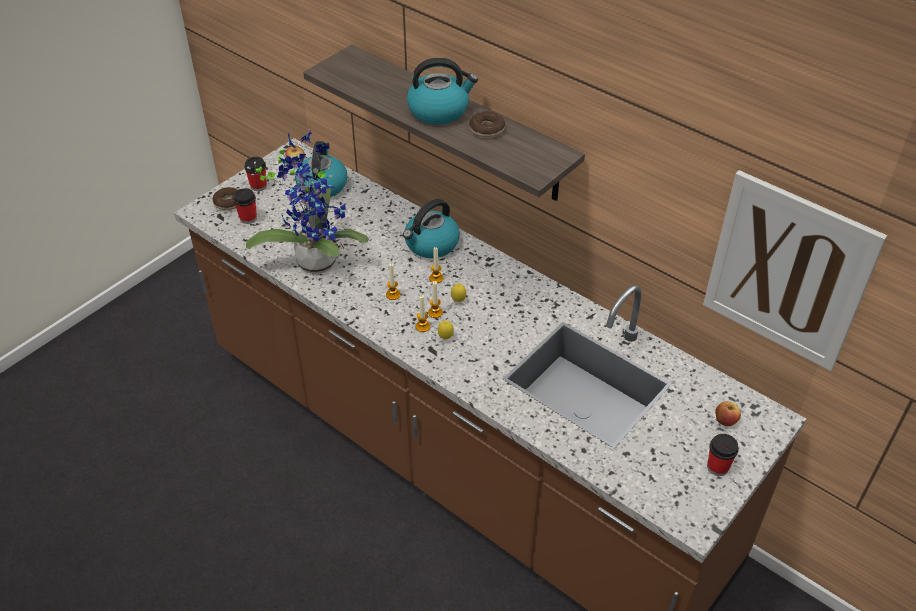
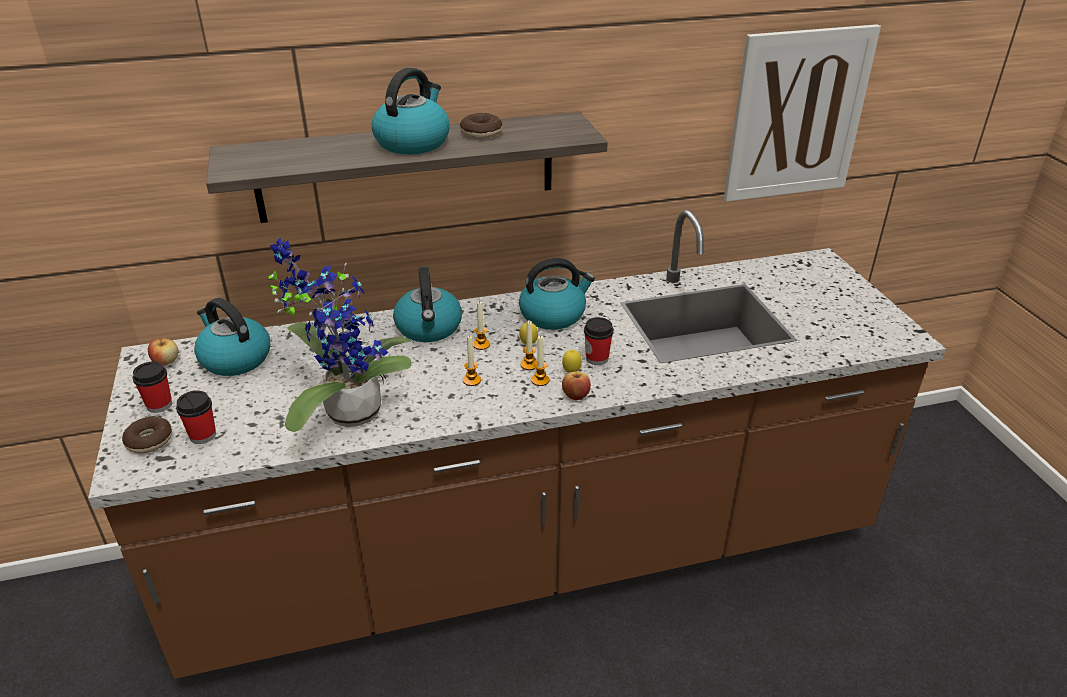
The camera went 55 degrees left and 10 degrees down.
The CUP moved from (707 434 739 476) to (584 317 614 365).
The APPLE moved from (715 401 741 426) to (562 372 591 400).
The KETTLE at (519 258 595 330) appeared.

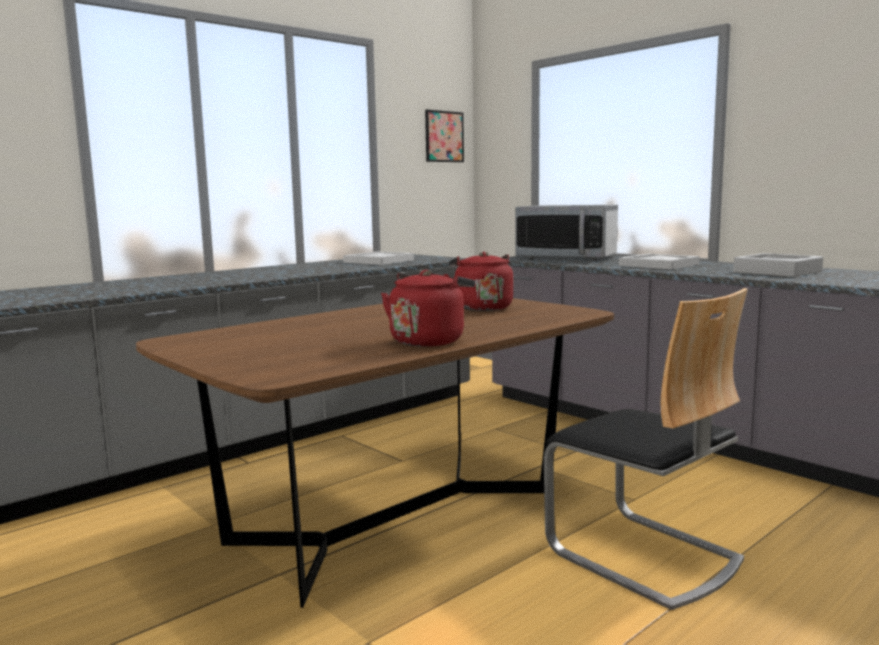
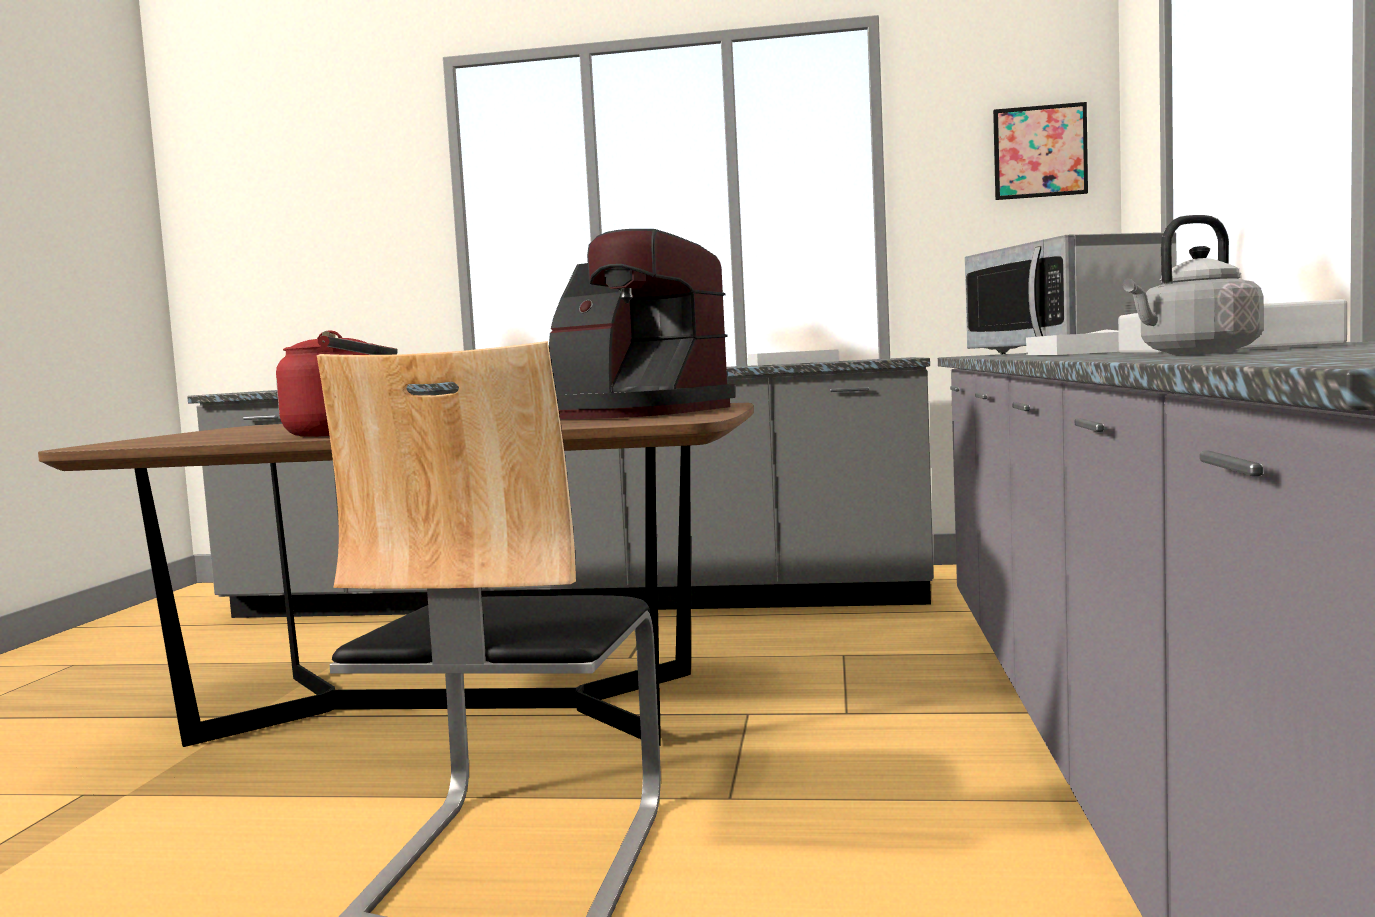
The camera went 50 degrees right and 5 degrees down.
The RED KETTLE at (443 252 513 311) was replaced by the COFFEE MACHINE at (549 229 735 419).
The GREY KETTLE at (1123 215 1263 355) appeared.

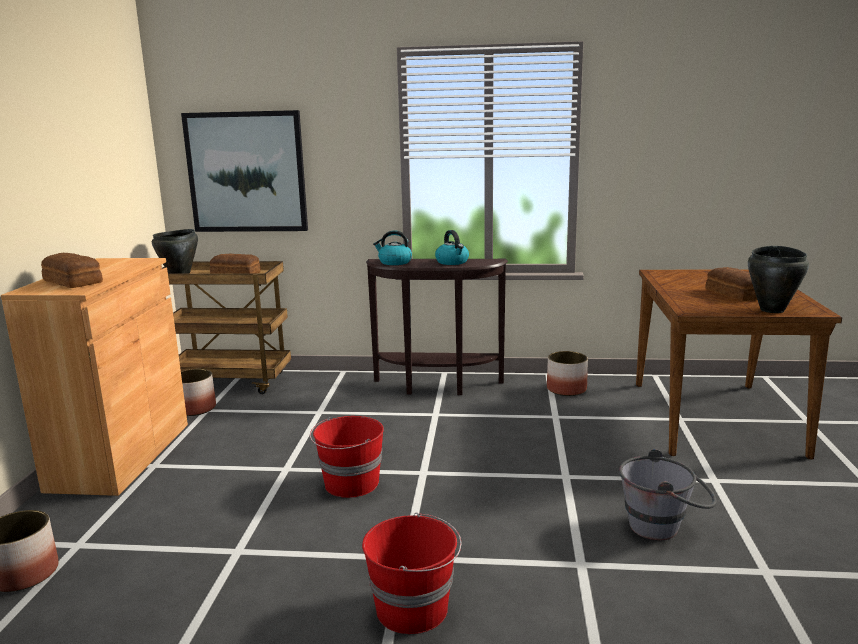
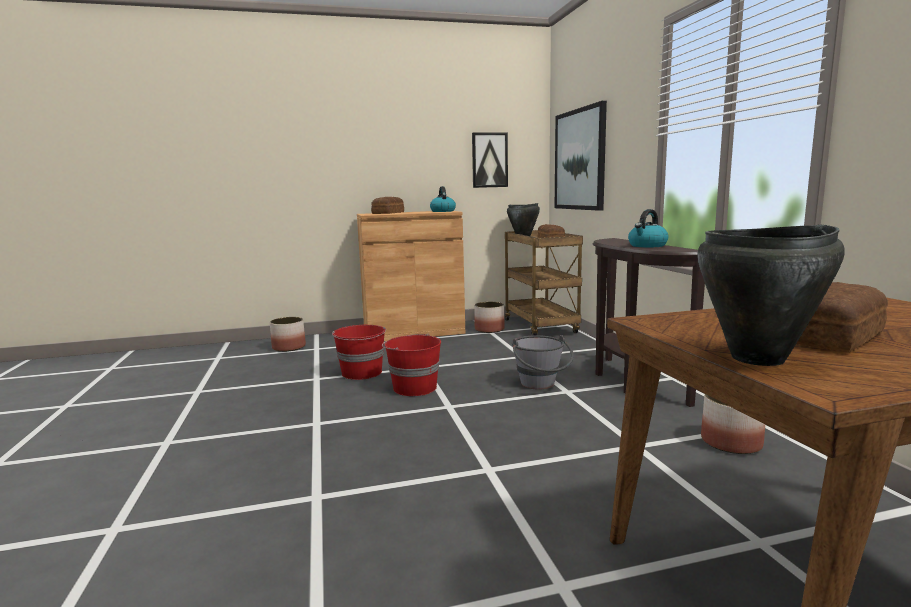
The camera went 70 degrees right and 5 degrees down.
The RED BUCKET moved from (362 513 461 634) to (332 325 386 380).
The KETTLE moved from (373 231 412 265) to (430 186 456 212).
The GREY BUCKET moved from (619 449 717 540) to (512 335 574 389).
The PICTURE at (472 133 508 188) appeared.

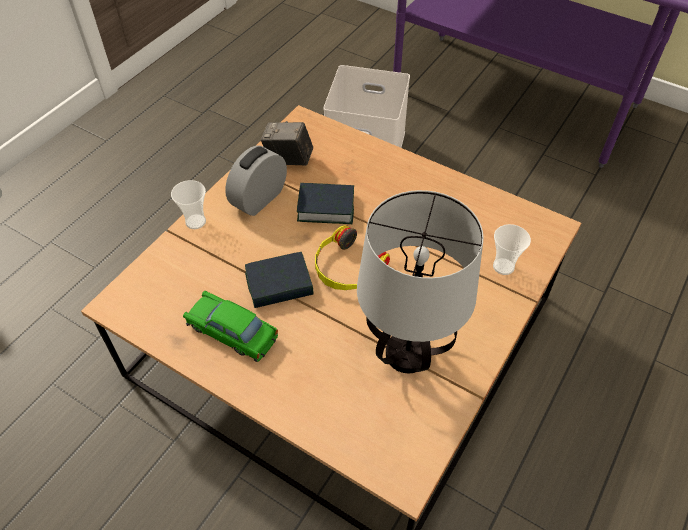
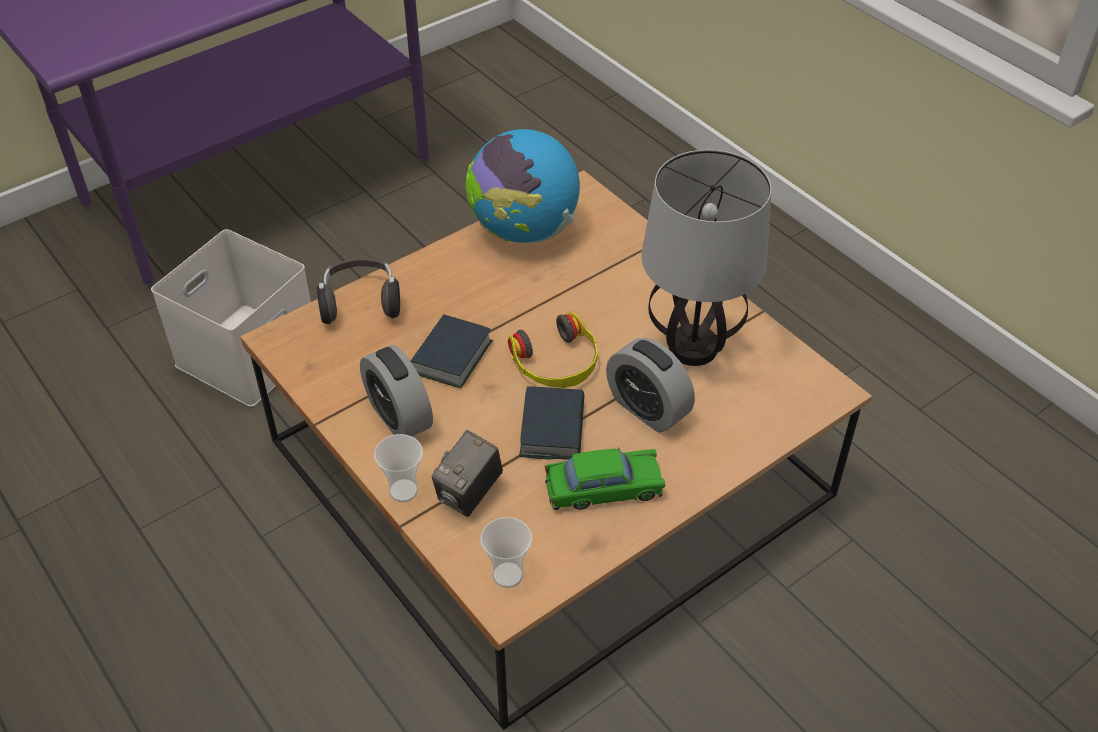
The camera went 70 degrees left and 5 degrees down.
The GREEN TOY CAR at (183 291 278 362) turned 150 degrees counterclockwise.
The PHOTO CAMERA moved from (261 121 313 166) to (432 430 503 517).
The CUP moved from (493 224 531 275) to (480 517 532 588).
The HEADPHONES at (316 258 400 324) appeared.
The GLOBE at (465 129 580 243) appeared.
The ALARM CLOCK at (606 338 695 432) appeared.

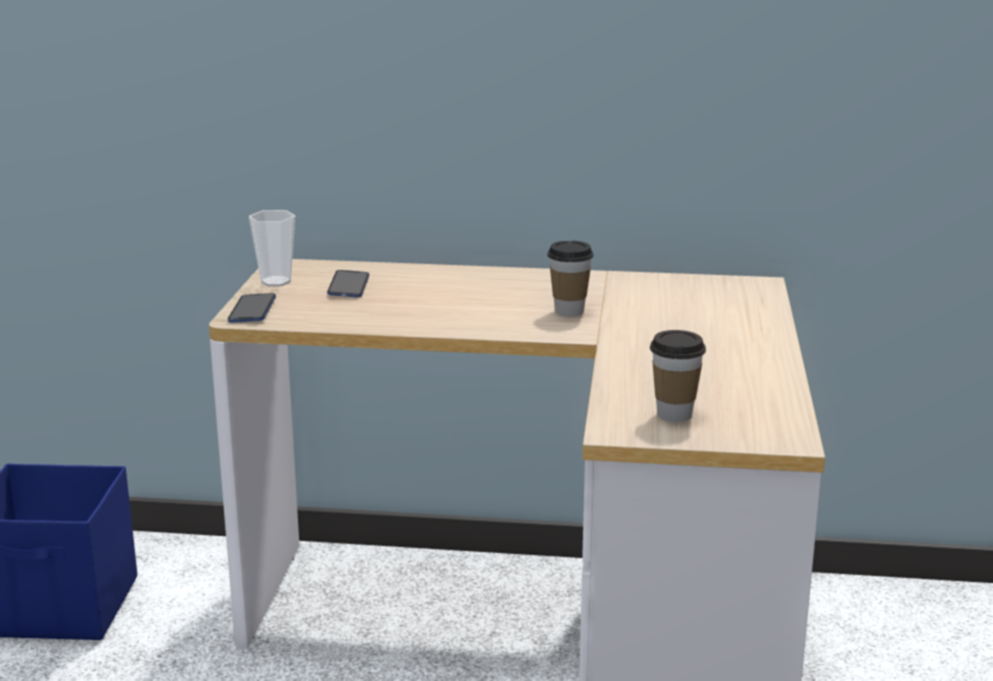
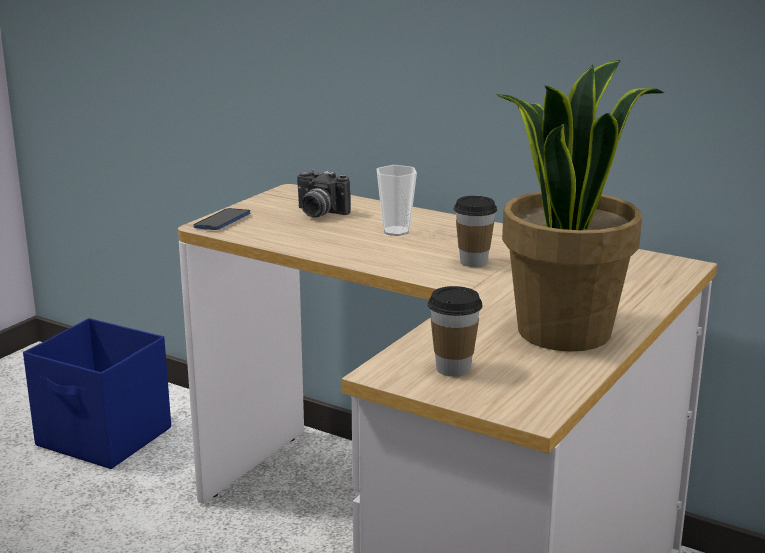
The camera went 25 degrees right and 0 degrees up.
The CUP moved from (249 210 295 286) to (377 165 417 236).
The PHONE at (327 270 369 297) was replaced by the PHOTO CAMERA at (297 169 351 218).
The POTTED PLANT at (495 60 665 352) appeared.

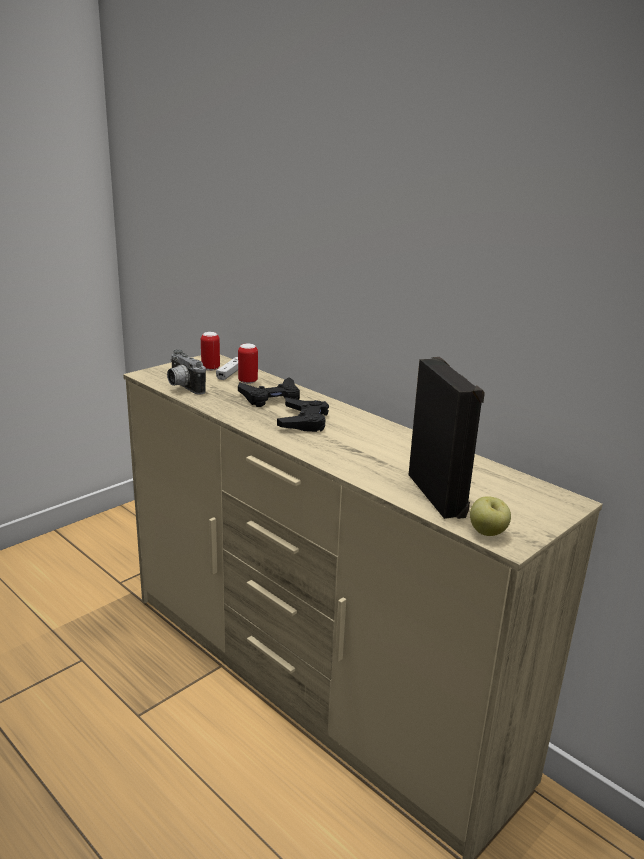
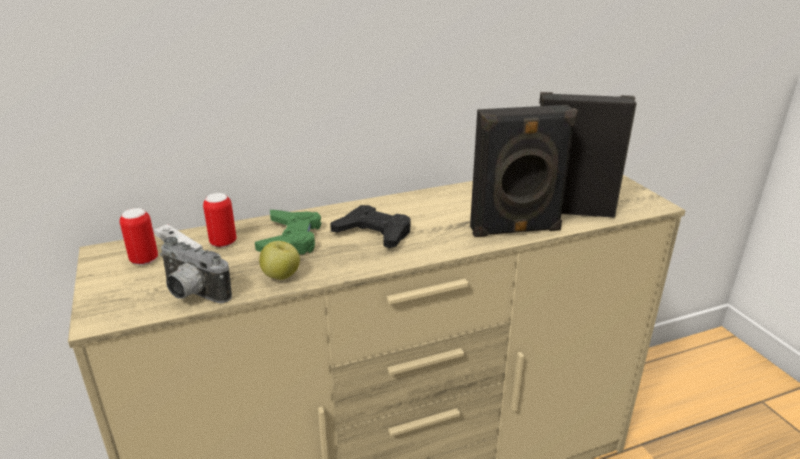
The camera went 65 degrees left and 5 degrees up.
The PHOTO CAMERA at (167 349 206 394) turned 45 degrees clockwise.
The BLACK GAME CONTROLLER at (238 377 300 407) became the GREEN GAME CONTROLLER at (255 210 321 254).
The APPLE moved from (470 496 511 536) to (259 241 300 280).
The BLACK SPEAKER at (470 105 578 237) appeared.

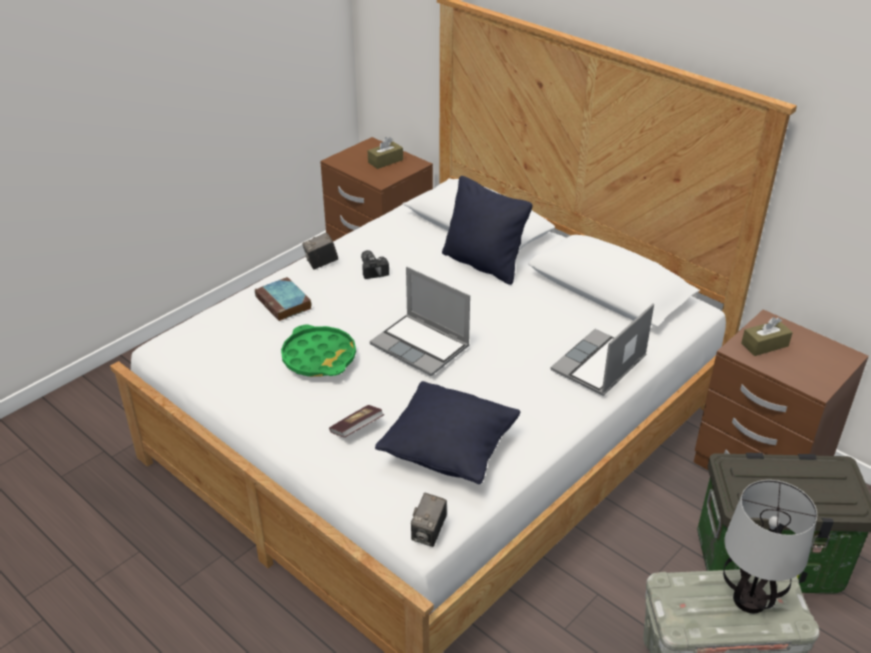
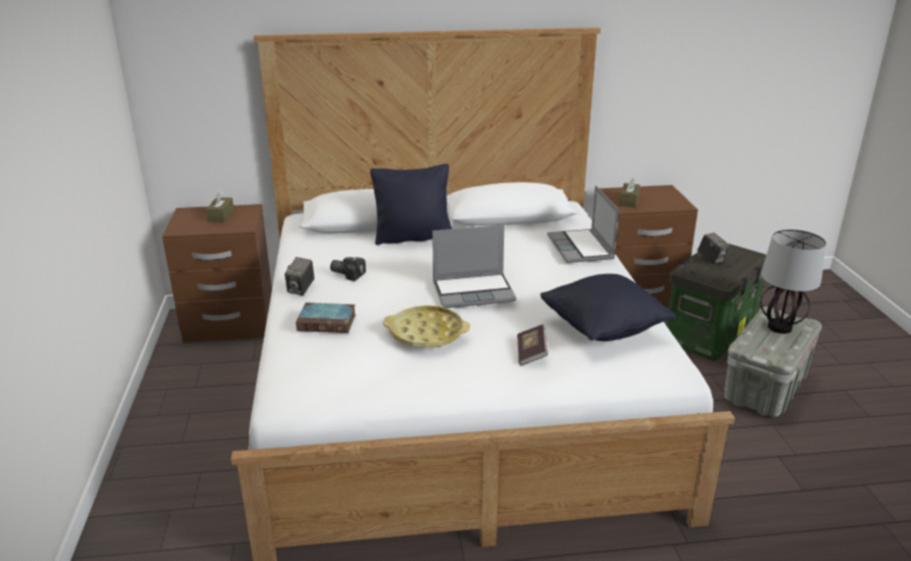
The camera went 50 degrees left and 10 degrees down.
The GREEN TRAY at (281 325 356 377) became the YELLOW TRAY at (383 305 470 348).
The PHOTO CAMERA moved from (411 493 447 547) to (697 233 730 264).

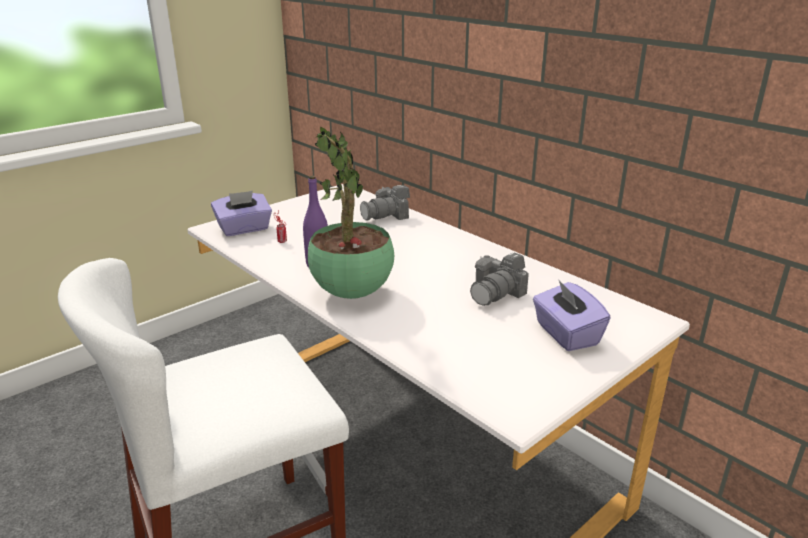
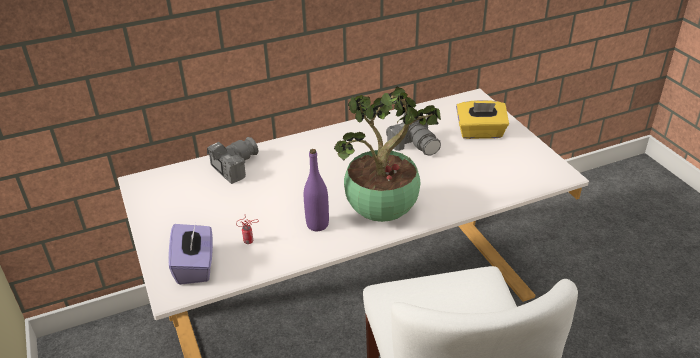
The camera went 70 degrees left and 10 degrees up.
The PHOTO CAMERA at (360 185 410 220) turned 120 degrees counterclockwise.
The PURPLE TISSUE BOX at (533 280 611 351) became the YELLOW TISSUE BOX at (456 100 509 139).

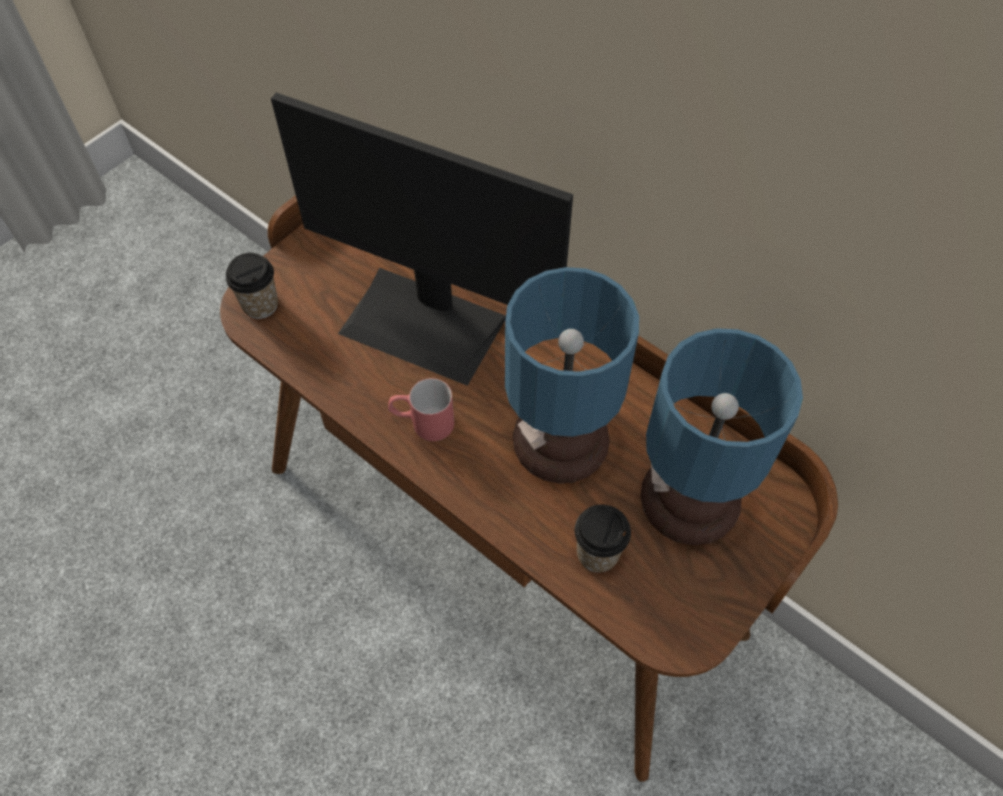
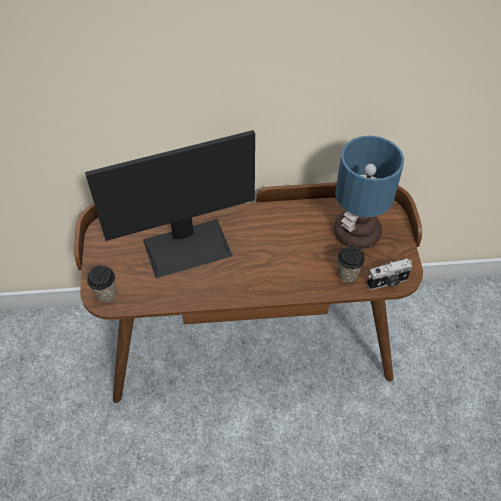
The camera went 45 degrees left and 5 degrees down.
The RED MUG at (388 378 454 441) disappeared.
The TABLE LAMP at (505 267 639 484) disappeared.
The PHOTO CAMERA at (367 259 412 290) appeared.

